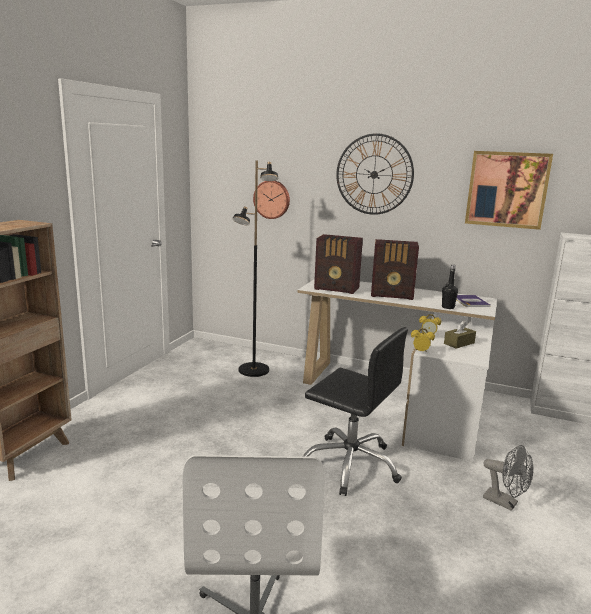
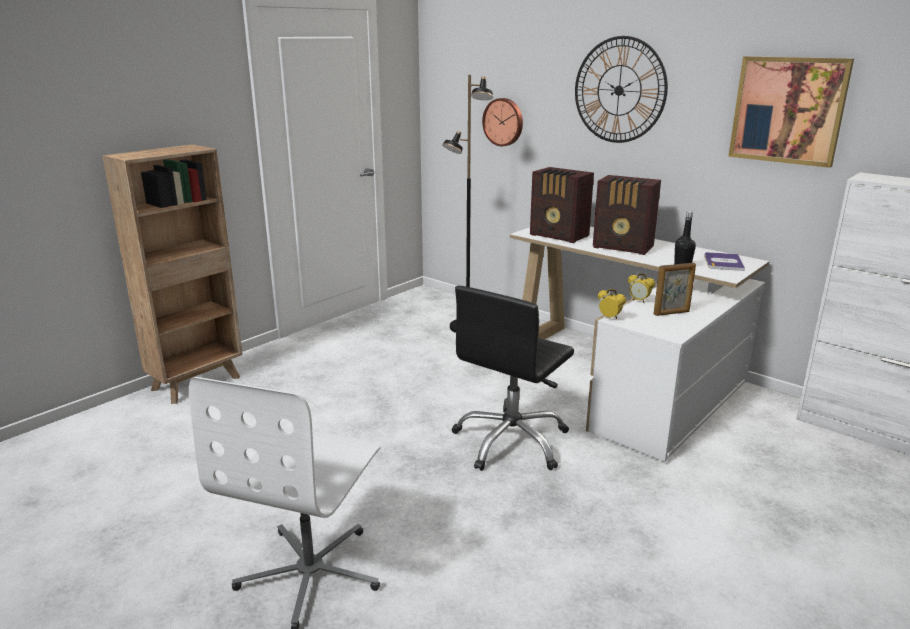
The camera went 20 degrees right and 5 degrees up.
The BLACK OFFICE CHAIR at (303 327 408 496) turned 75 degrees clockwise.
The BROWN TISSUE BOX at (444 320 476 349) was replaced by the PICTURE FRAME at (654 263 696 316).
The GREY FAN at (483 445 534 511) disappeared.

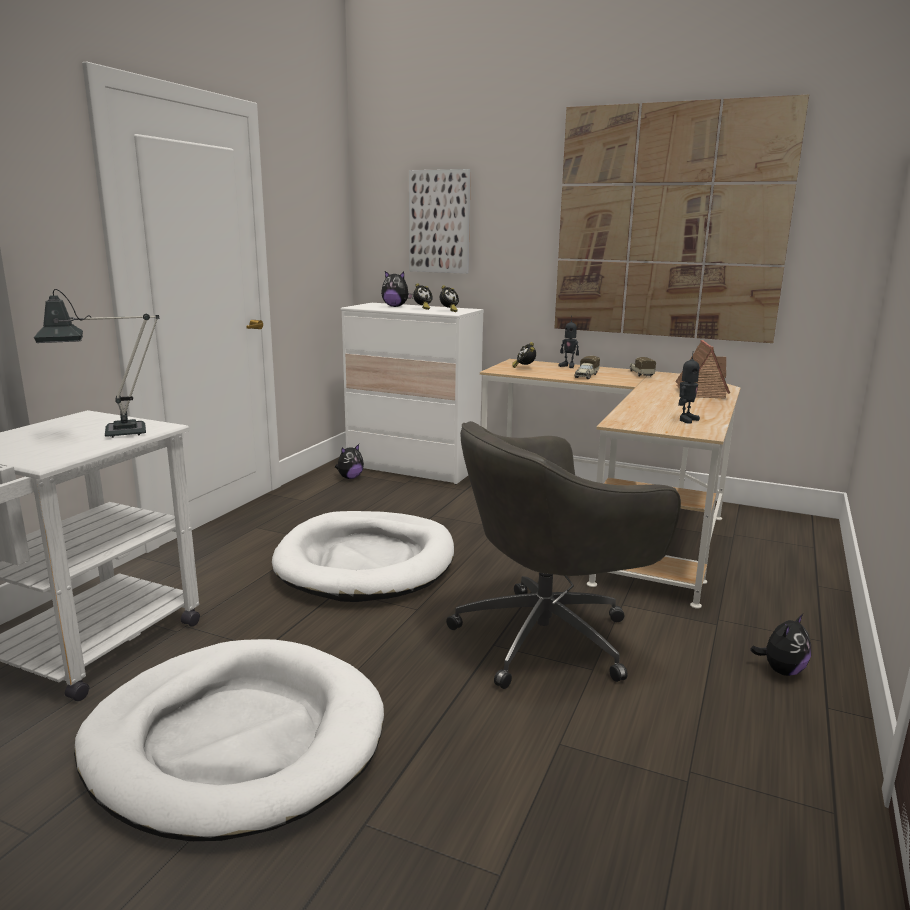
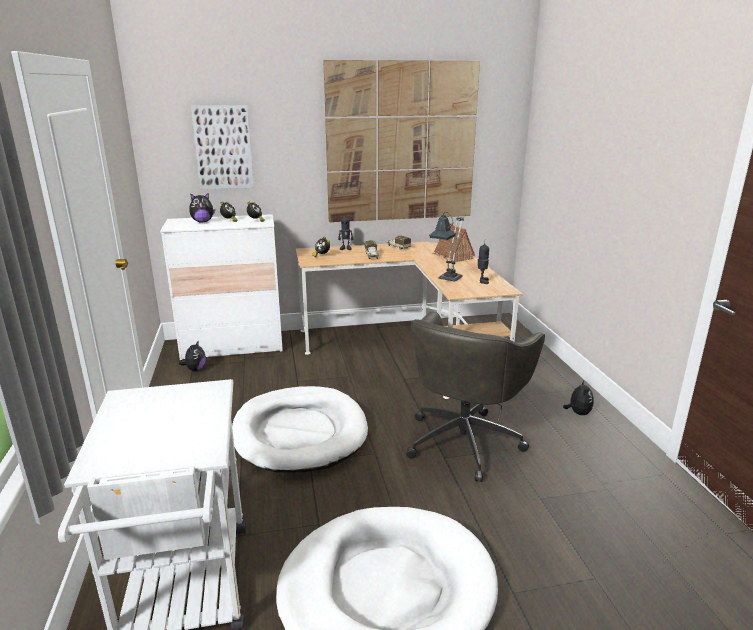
The camera went 35 degrees left and 5 degrees up.
The TABLE LAMP moved from (34 289 159 438) to (429 212 464 282).

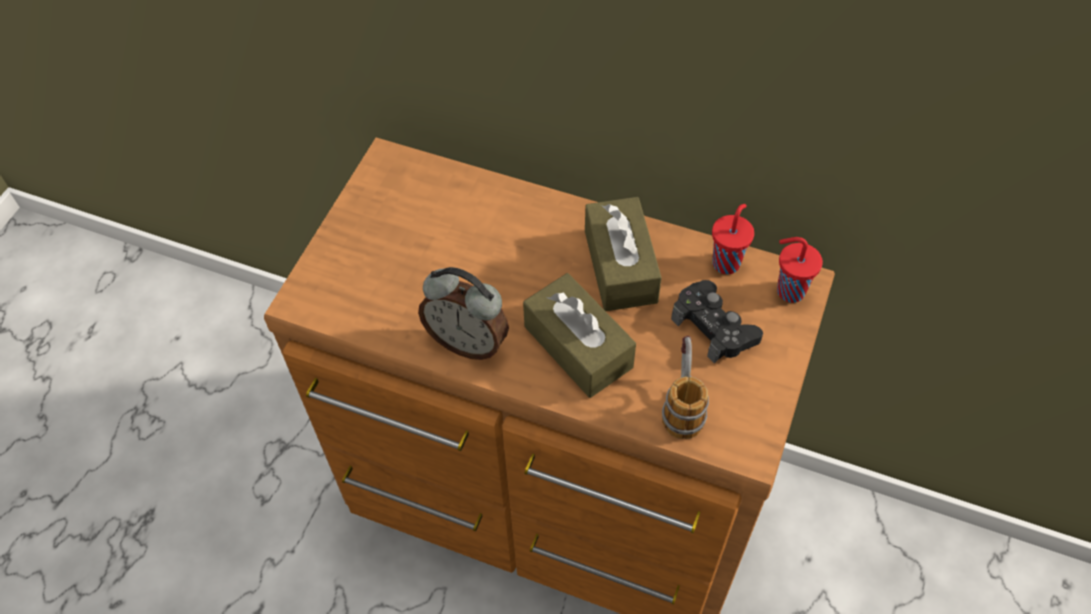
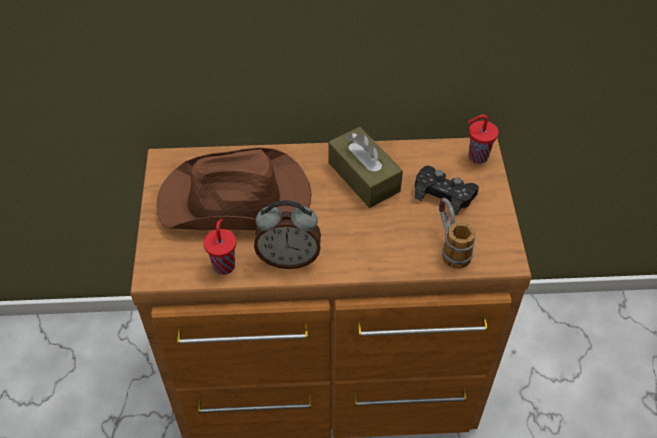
The camera went 25 degrees left and 5 degrees down.
The BROWN TISSUE BOX at (523 273 636 398) disappeared.
The RED CUP moved from (712 204 754 274) to (204 219 236 275).
The BROWN HAT at (157 147 312 230) appeared.

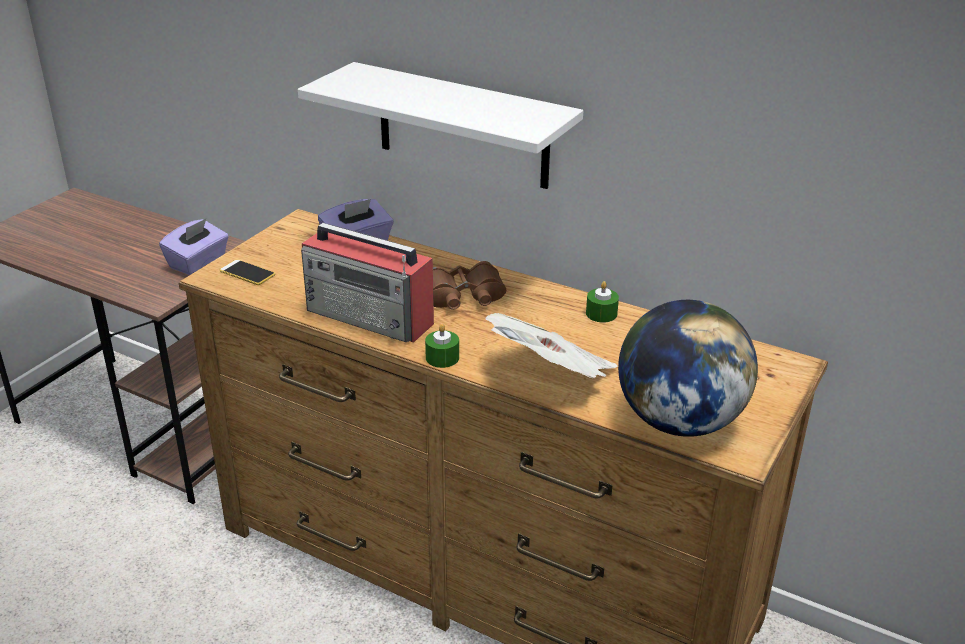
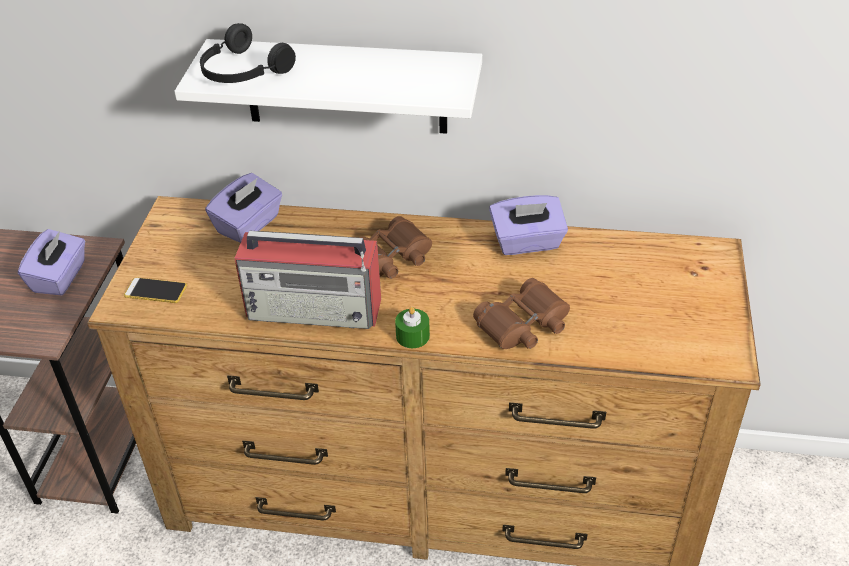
The camera went 20 degrees left and 10 degrees up.
The NEWSPAPER at (485 313 618 378) was replaced by the BROWN BINOCULARS at (473 278 570 349).
The GREEN CANDLE at (586 281 619 322) was replaced by the PURPLE TISSUE BOX at (489 195 568 255).
The GLOBE at (618 300 758 437) disappeared.
The BLACK HEADPHONES at (200 23 296 83) appeared.

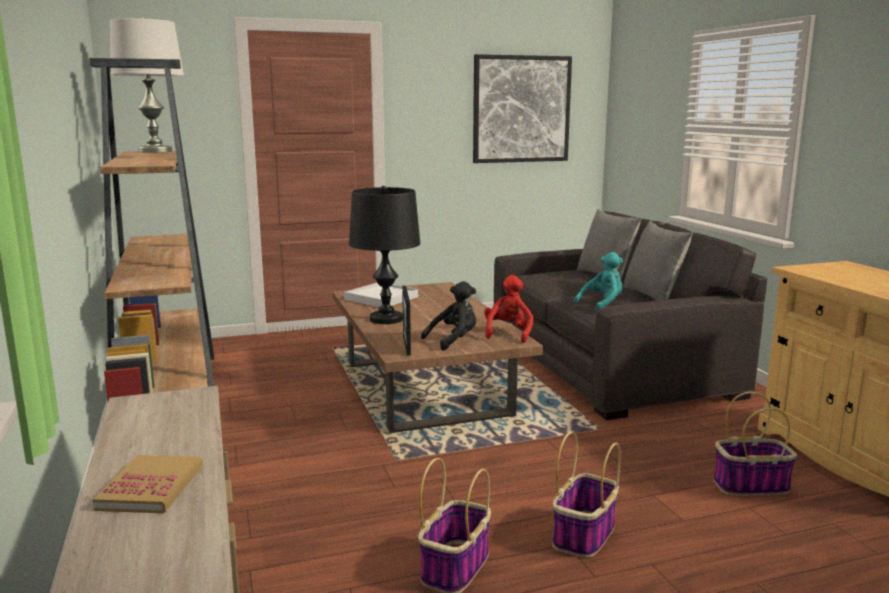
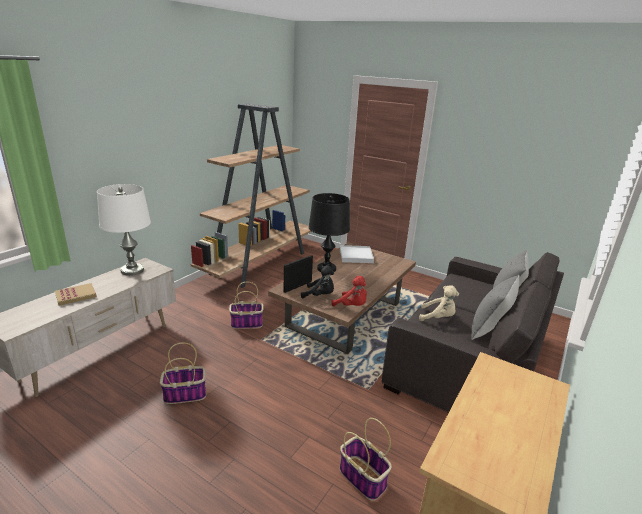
The camera went 50 degrees right and 10 degrees up.
The WHITE TABLE LAMP moved from (110 17 184 153) to (97 184 151 276).
The PICTURE at (473 54 572 163) disappeared.
The RED PLUSH TOY at (484 275 533 343) turned 60 degrees clockwise.
The BASKET moved from (552 431 621 558) to (229 282 263 329).
The TURQUOISE PLUSH TOY at (574 252 623 311) became the BEIGE PLUSH TOY at (419 285 459 321).

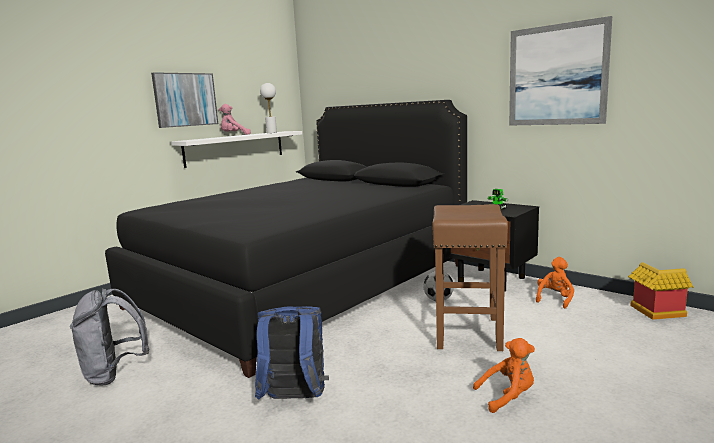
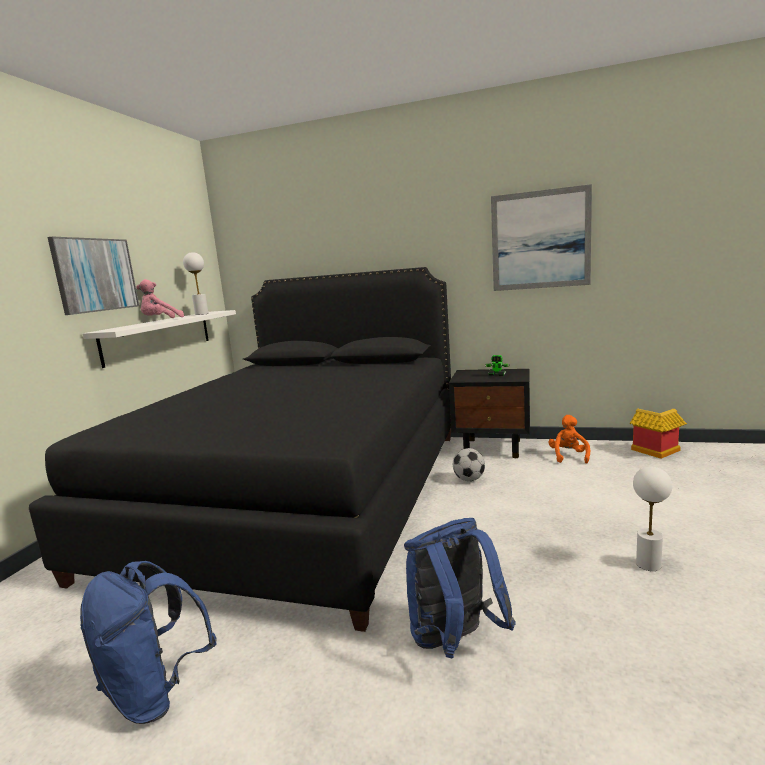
The camera went 25 degrees left and 0 degrees up.
The GREY BACKPACK at (70 288 150 386) became the BLUE BACKPACK at (80 561 217 724).
The BROWN STOOL at (432 204 508 351) disappeared.
The ORANGE PLUSH TOY at (473 338 535 413) was replaced by the WHITE TABLE LAMP at (633 467 672 571).

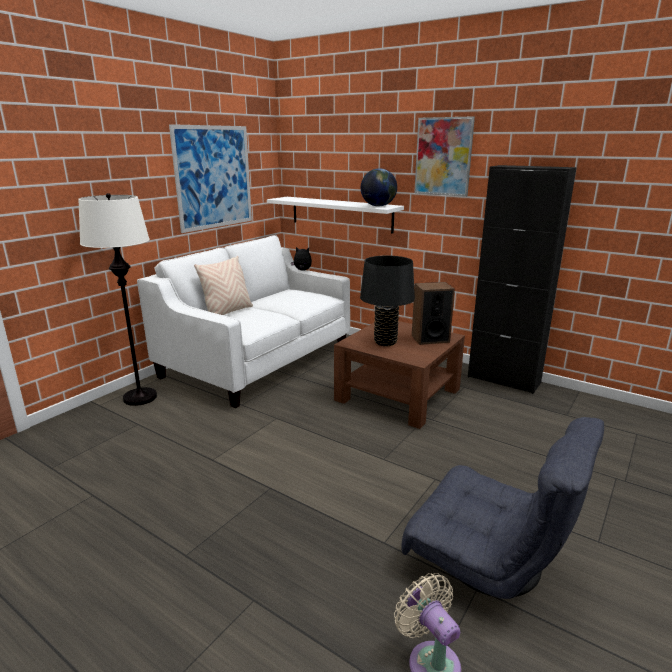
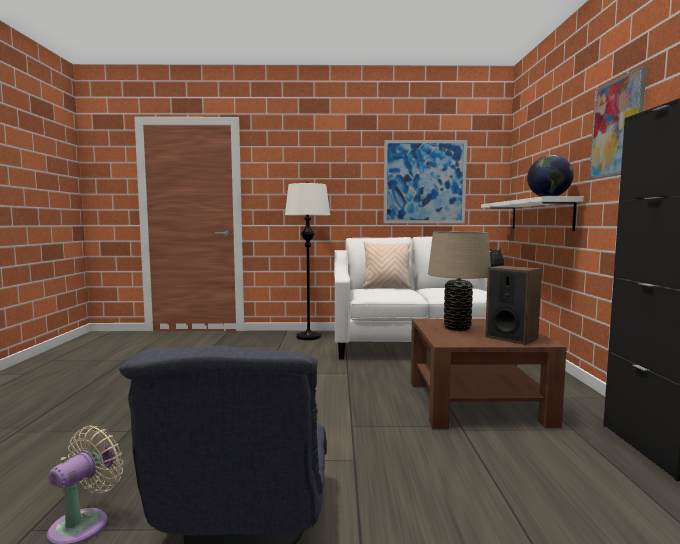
The camera went 55 degrees right and 15 degrees down.
The BLACK TABLE LAMP at (360 256 415 346) became the BEIGE TABLE LAMP at (428 232 491 331).

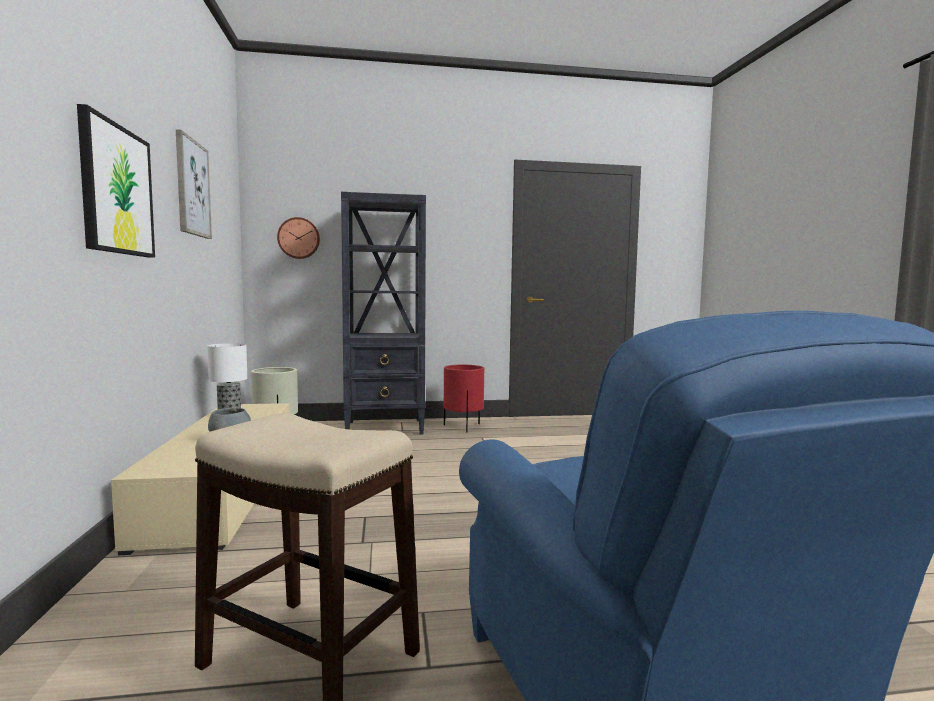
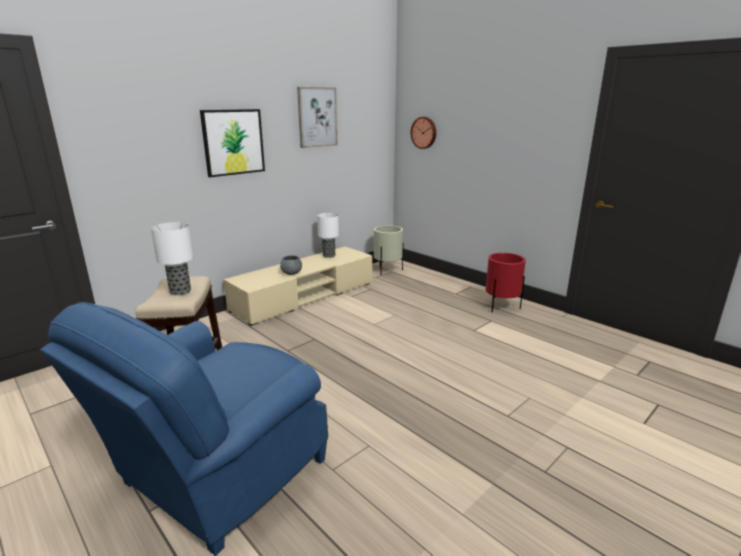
The camera went 55 degrees right and 15 degrees up.
The BLACK BOOKCASE at (341 192 426 435) disappeared.
The TABLE LAMP at (151 222 193 295) appeared.

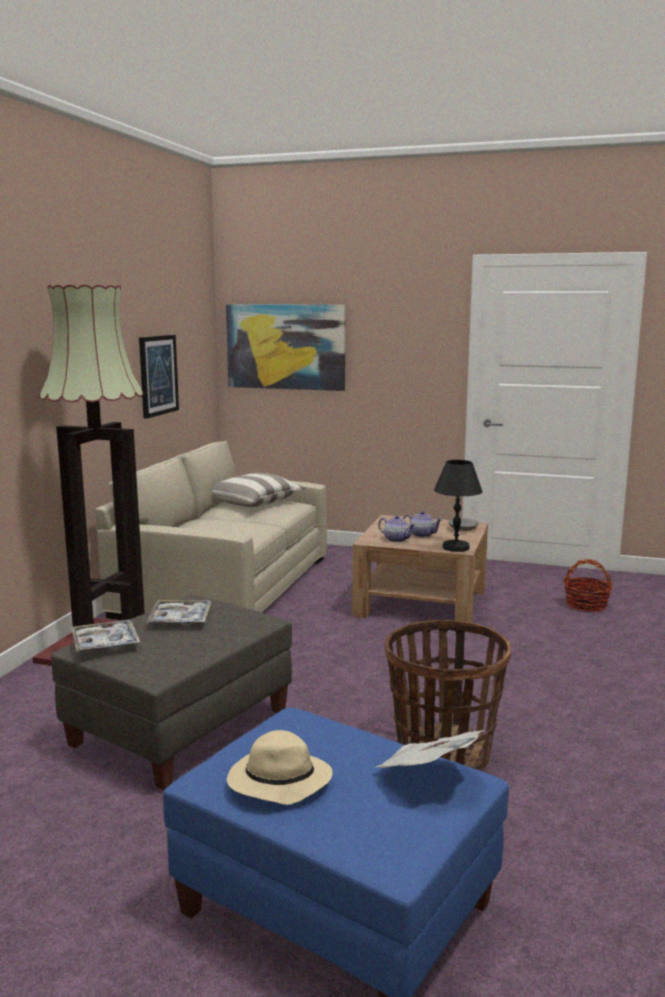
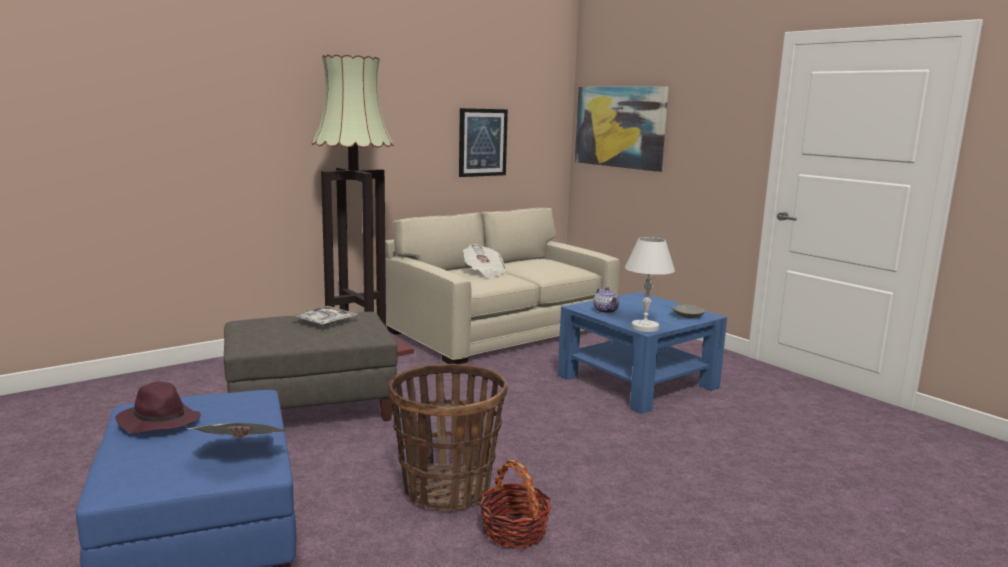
The camera went 35 degrees right and 0 degrees up.
The TRAY at (71 620 140 652) disappeared.
The PILLOW at (212 473 306 507) disappeared.
The BEIGE HAT at (227 730 333 805) became the PURPLE HAT at (115 381 201 434).
The BROWN COFFEE TABLE at (352 515 488 623) became the BLUE COFFEE TABLE at (558 292 727 414).
The TEAPOT at (403 511 443 538) disappeared.
The BLACK TABLE LAMP at (434 460 483 552) became the WHITE TABLE LAMP at (625 237 675 332).
The BASKET moved from (563 559 613 612) to (480 460 551 549).
The NEWSPAPER at (463 244 507 278) appeared.

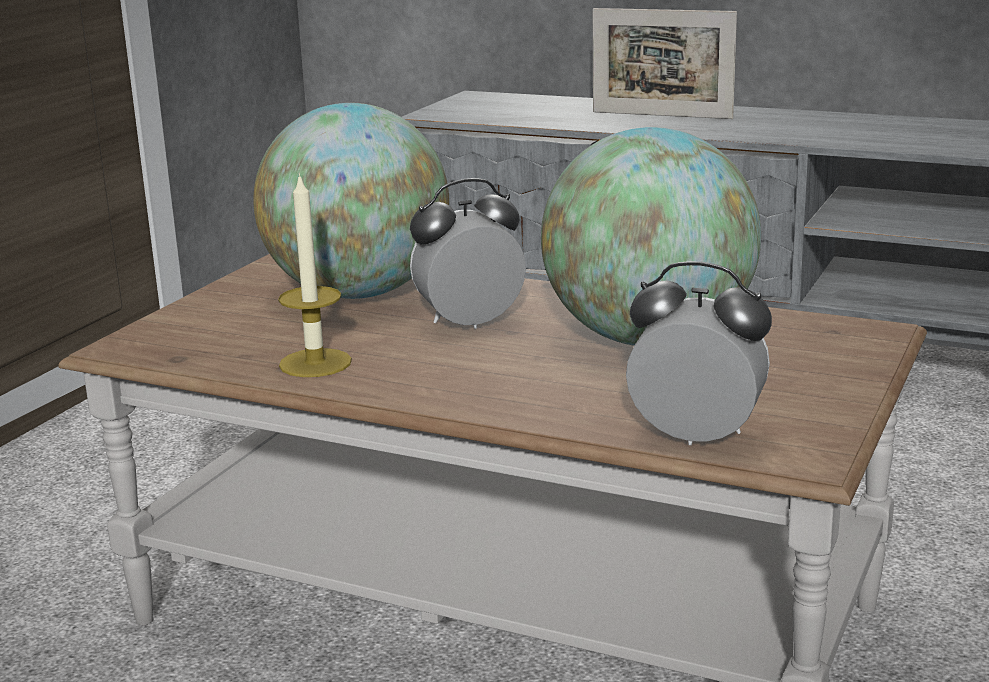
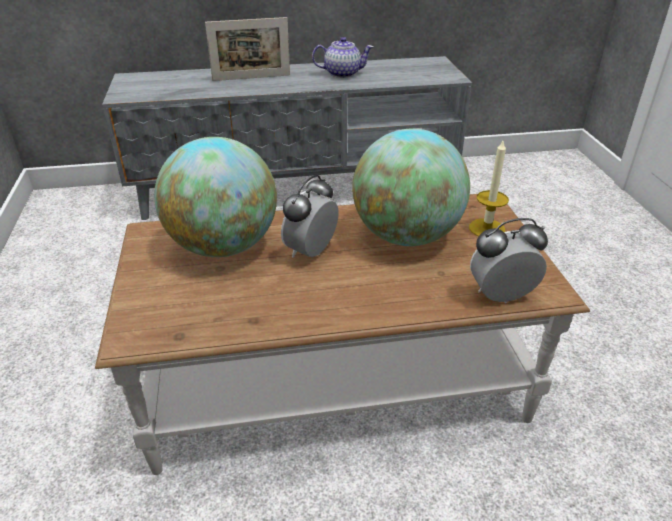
The camera went 35 degrees left and 15 degrees up.
The CANDLE moved from (278 173 352 377) to (469 139 509 236).
The TEAPOT at (312 37 374 78) appeared.

